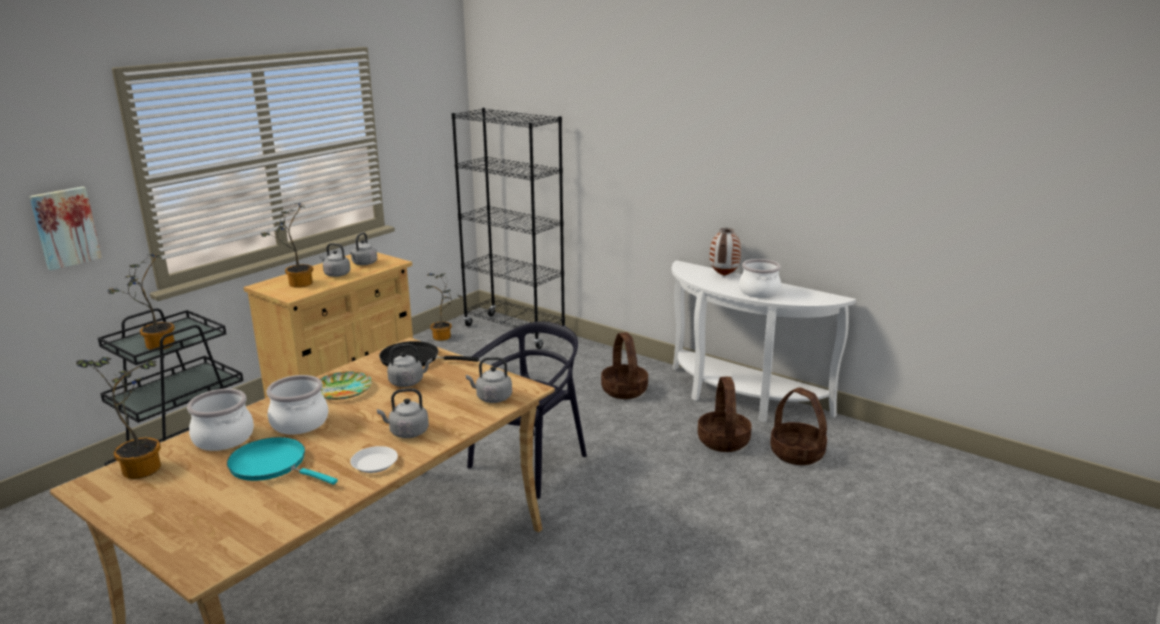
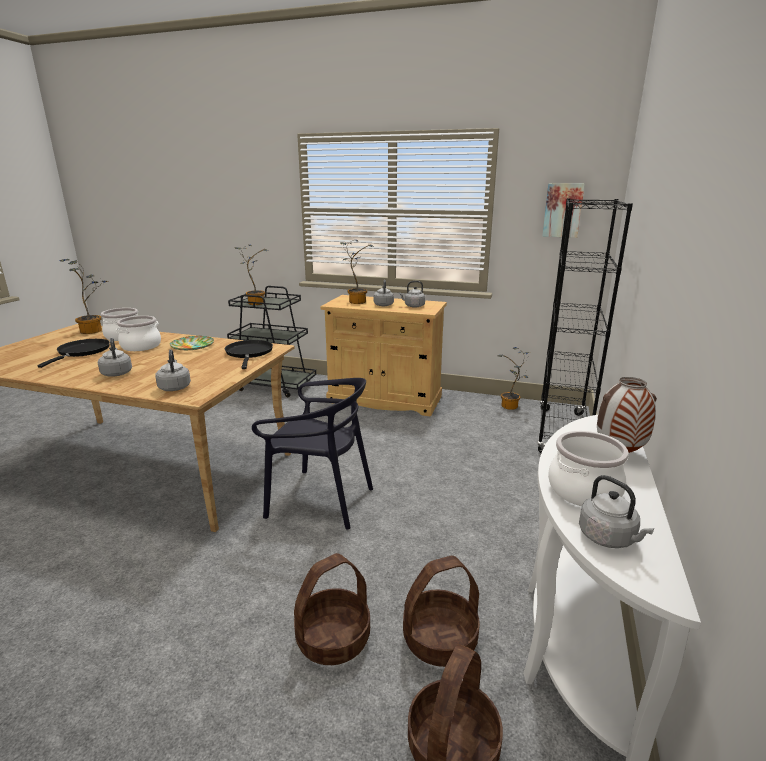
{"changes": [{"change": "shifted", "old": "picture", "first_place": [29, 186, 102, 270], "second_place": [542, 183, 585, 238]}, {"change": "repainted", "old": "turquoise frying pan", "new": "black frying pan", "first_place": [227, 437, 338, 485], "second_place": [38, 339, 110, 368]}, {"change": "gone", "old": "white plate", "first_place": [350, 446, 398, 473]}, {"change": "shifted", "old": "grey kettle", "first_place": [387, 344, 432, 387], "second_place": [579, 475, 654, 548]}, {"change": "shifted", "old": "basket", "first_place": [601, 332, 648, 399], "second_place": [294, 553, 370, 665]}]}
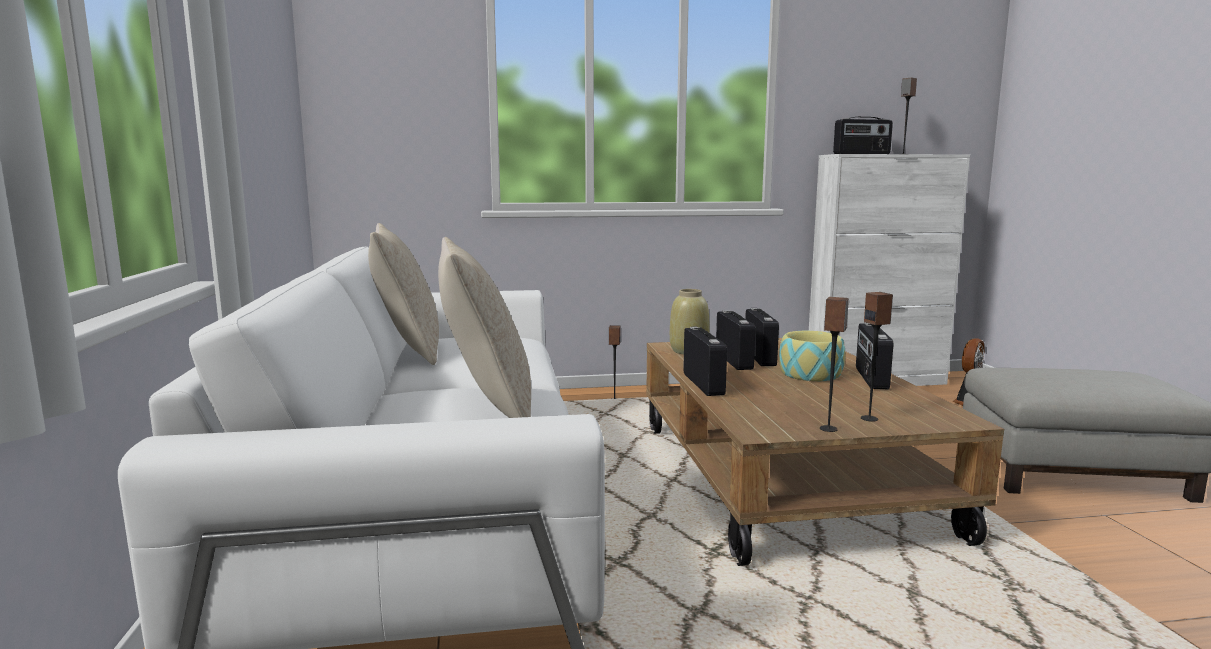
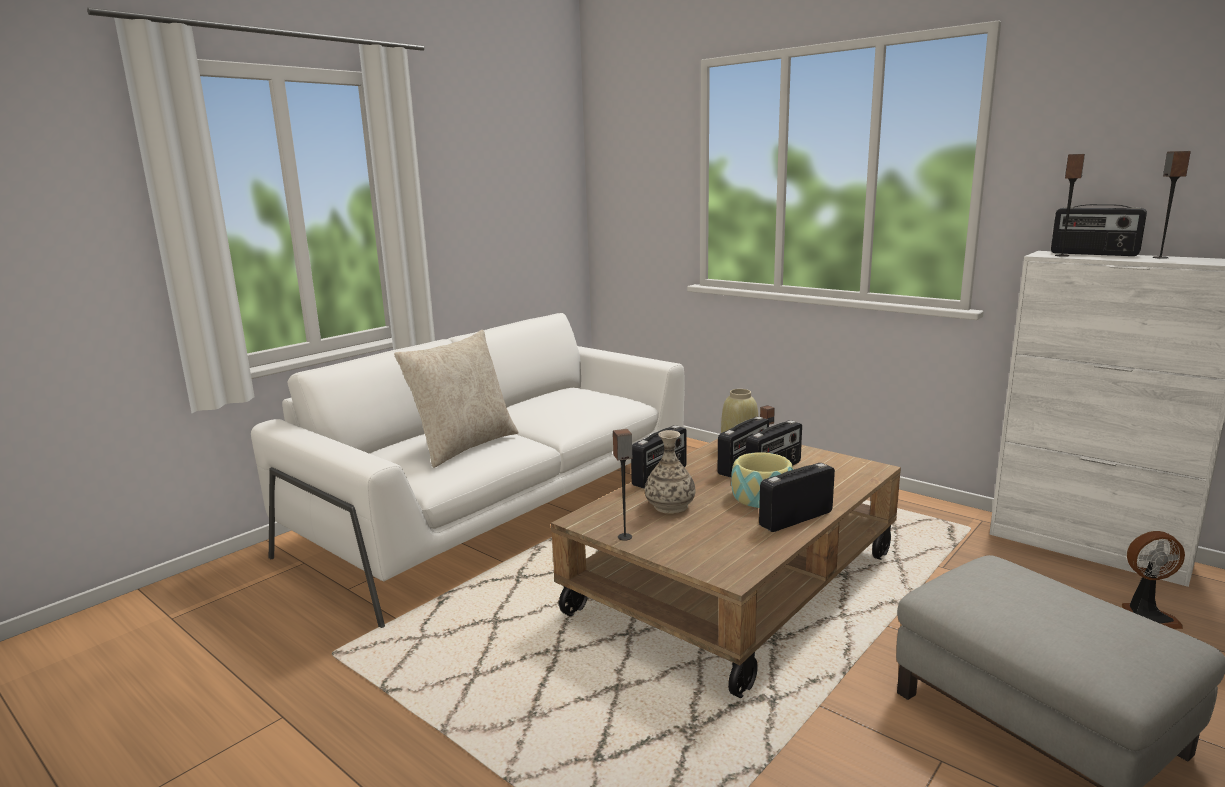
{"changes": [{"change": "gone", "old": "beige pillow", "first_place": [368, 223, 439, 365]}, {"change": "shifted", "old": "speaker", "first_place": [861, 292, 893, 422], "second_place": [1055, 154, 1085, 257]}, {"change": "new", "new": "vase", "second_place": [645, 430, 696, 514]}]}
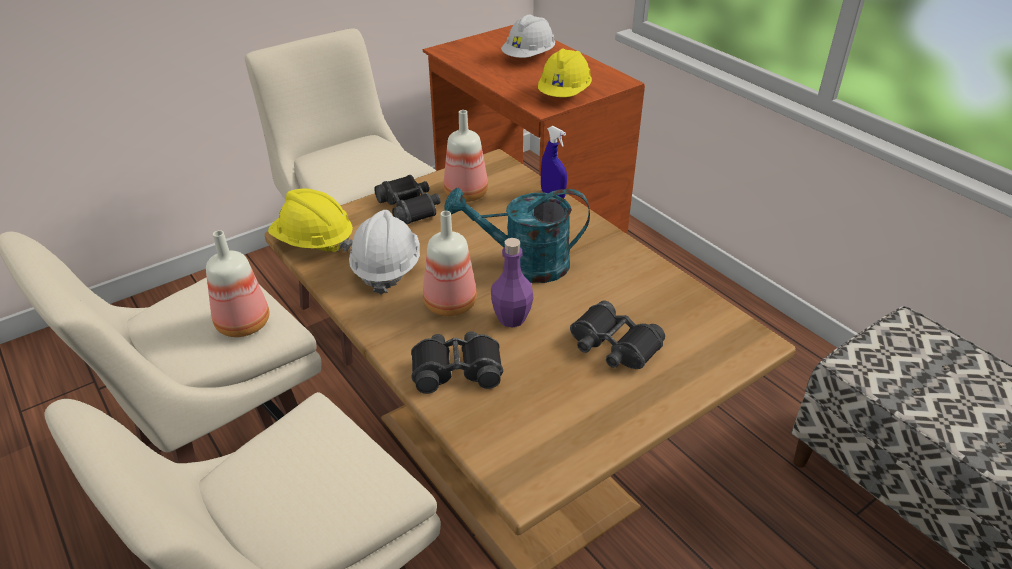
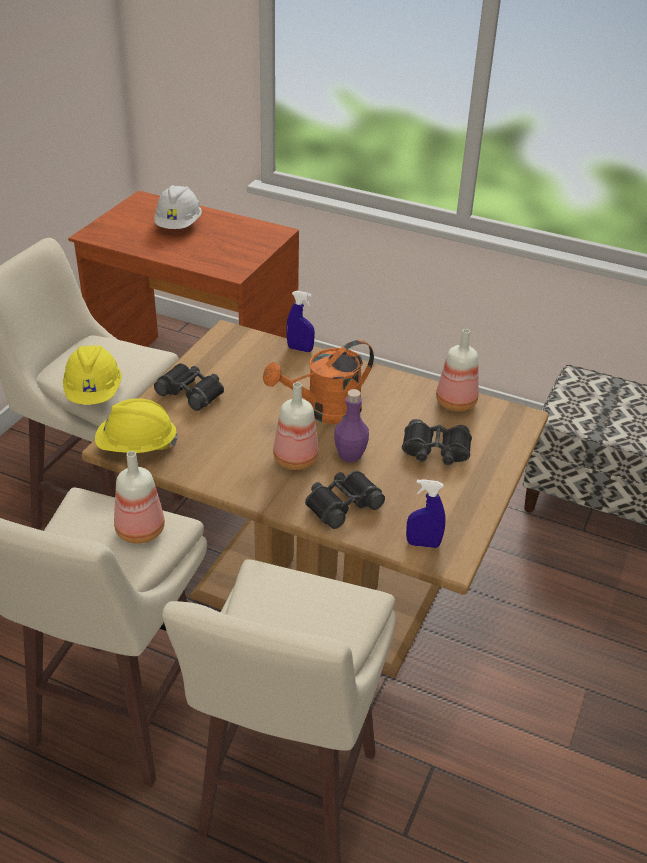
{"changes": [{"change": "gone", "old": "white hard hat", "first_place": [349, 210, 420, 295]}, {"change": "shifted", "old": "bottle", "first_place": [444, 110, 488, 202], "second_place": [436, 329, 479, 411]}, {"change": "repainted", "old": "turquoise watering can", "new": "orange watering can", "first_place": [444, 187, 590, 283], "second_place": [263, 340, 374, 424]}, {"change": "shifted", "old": "yellow hard hat", "first_place": [538, 49, 592, 97], "second_place": [63, 345, 122, 405]}, {"change": "new", "new": "blue spray bottle", "second_place": [406, 479, 446, 548]}]}
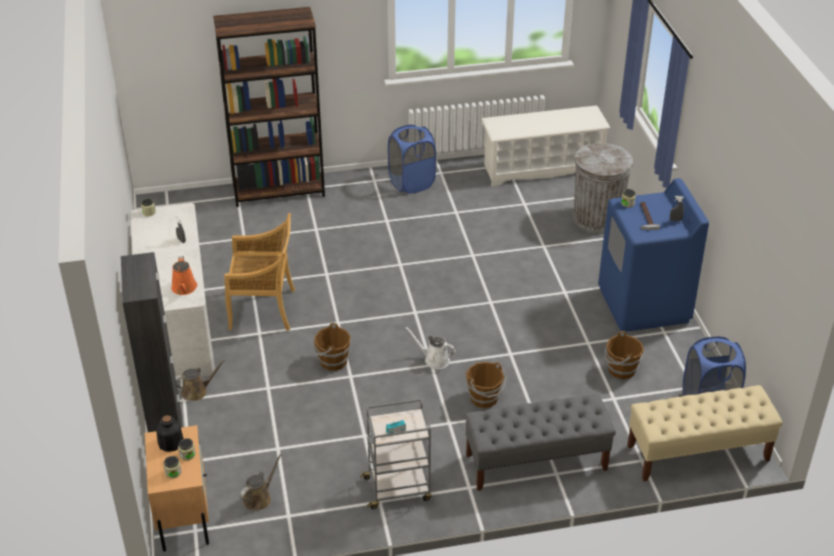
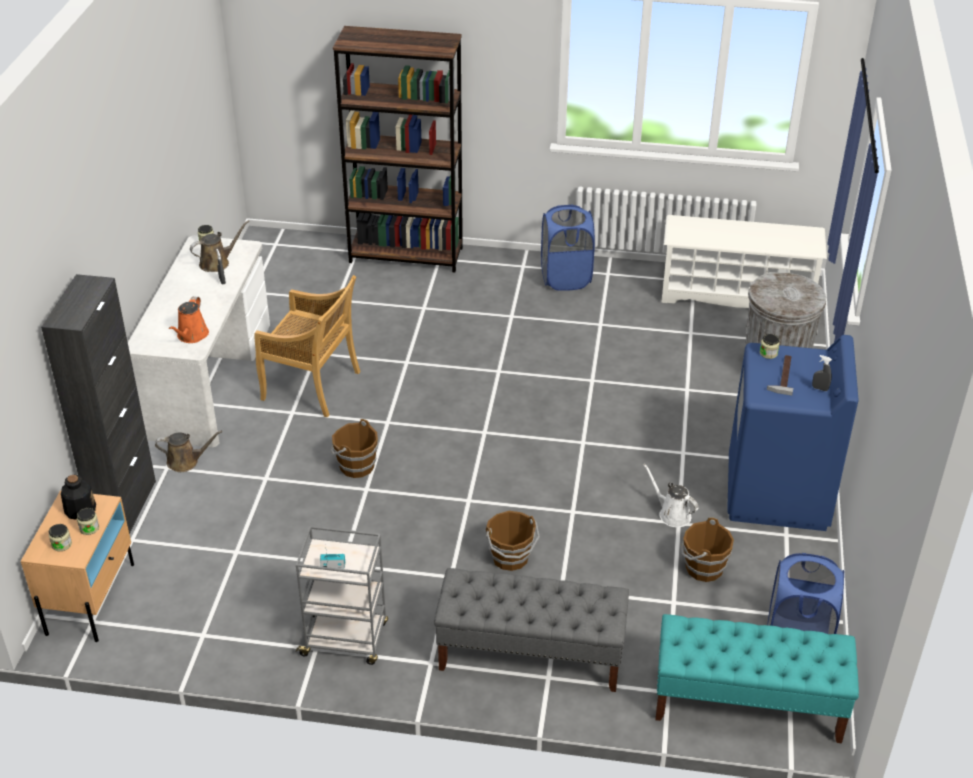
{"changes": [{"change": "shifted", "old": "brown watering can", "first_place": [239, 453, 282, 511], "second_place": [190, 221, 249, 272]}, {"change": "shifted", "old": "white watering can", "first_place": [406, 327, 456, 369], "second_place": [643, 463, 699, 527]}, {"change": "repainted", "old": "beige bench", "new": "turquoise bench", "first_place": [627, 385, 783, 481], "second_place": [655, 614, 859, 743]}]}
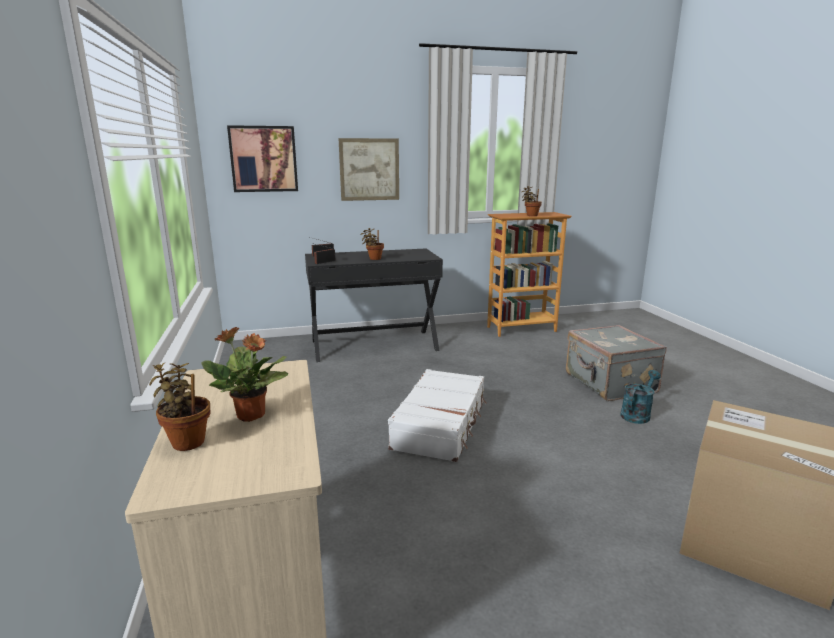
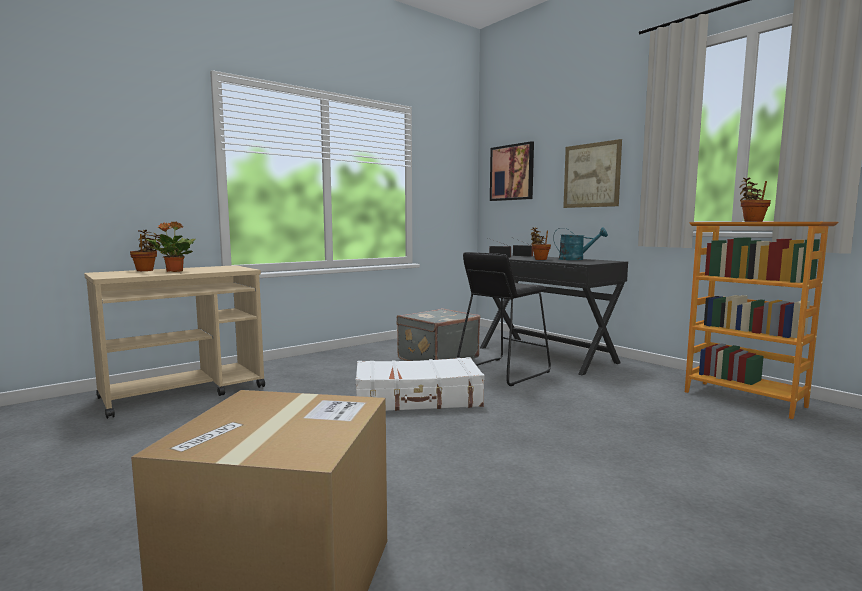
{"changes": [{"change": "shifted", "old": "grey suitcase", "first_place": [566, 325, 667, 401], "second_place": [397, 308, 480, 361]}, {"change": "shifted", "old": "turquoise watering can", "first_place": [620, 370, 661, 424], "second_place": [553, 228, 608, 260]}, {"change": "new", "new": "black stool", "second_place": [457, 252, 551, 386]}]}
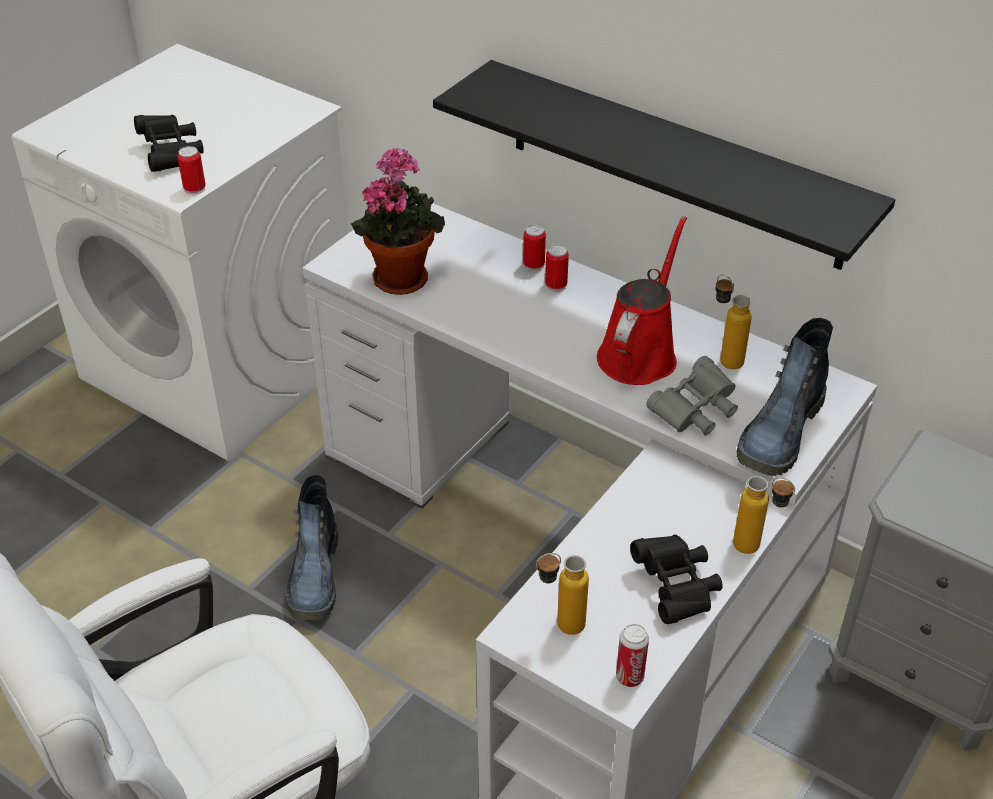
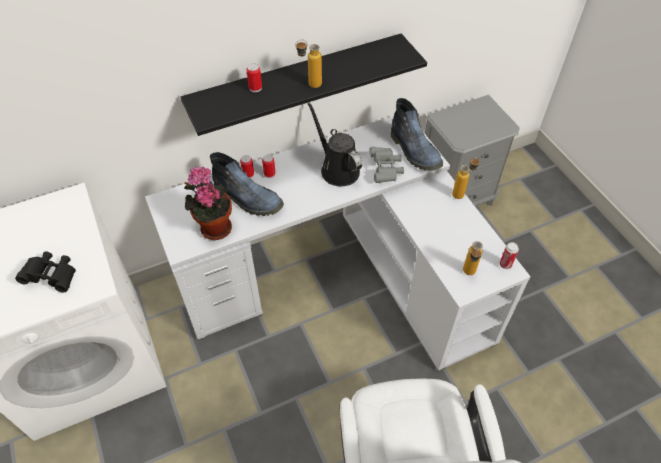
{"changes": [{"change": "shifted", "old": "can", "first_place": [177, 146, 206, 195], "second_place": [247, 63, 262, 92]}, {"change": "shifted", "old": "boot", "first_place": [286, 475, 338, 620], "second_place": [210, 152, 284, 216]}, {"change": "repainted", "old": "red watering can", "new": "black watering can", "first_place": [597, 216, 687, 385], "second_place": [307, 102, 362, 186]}, {"change": "gone", "old": "black binoculars", "first_place": [630, 535, 723, 624]}, {"change": "shifted", "old": "bottle", "first_place": [716, 274, 752, 369], "second_place": [295, 40, 322, 88]}]}
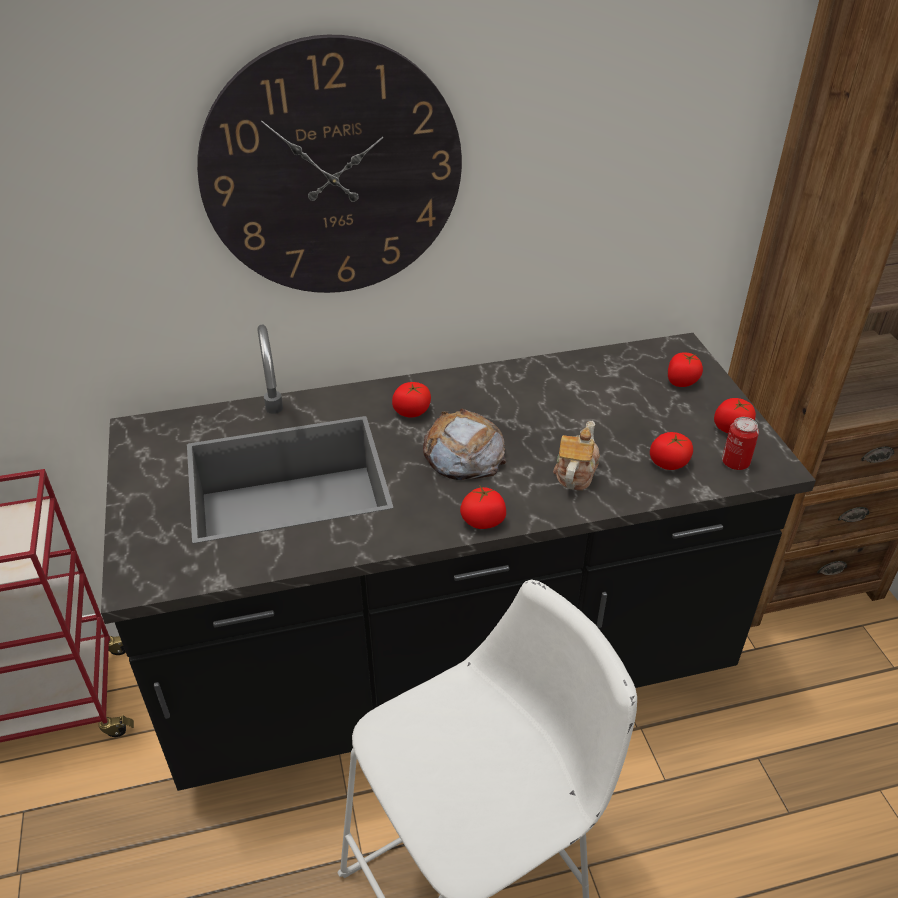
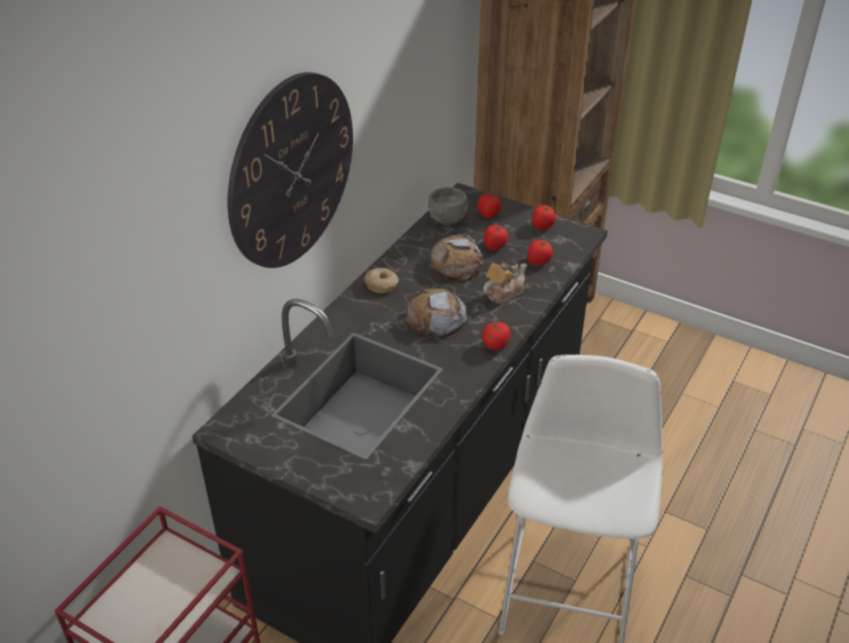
{"changes": [{"change": "shifted", "old": "tomato", "first_place": [392, 382, 431, 418], "second_place": [484, 225, 508, 250]}, {"change": "rotated", "old": "teapot", "first_place": [553, 421, 600, 490], "second_place": [483, 263, 527, 304], "degrees": 75}, {"change": "gone", "old": "can", "first_place": [722, 417, 759, 470]}, {"change": "new", "new": "donut", "second_place": [364, 268, 399, 293]}, {"change": "new", "new": "grey bowl", "second_place": [428, 187, 469, 225]}, {"change": "new", "new": "bread", "second_place": [429, 234, 483, 281]}]}
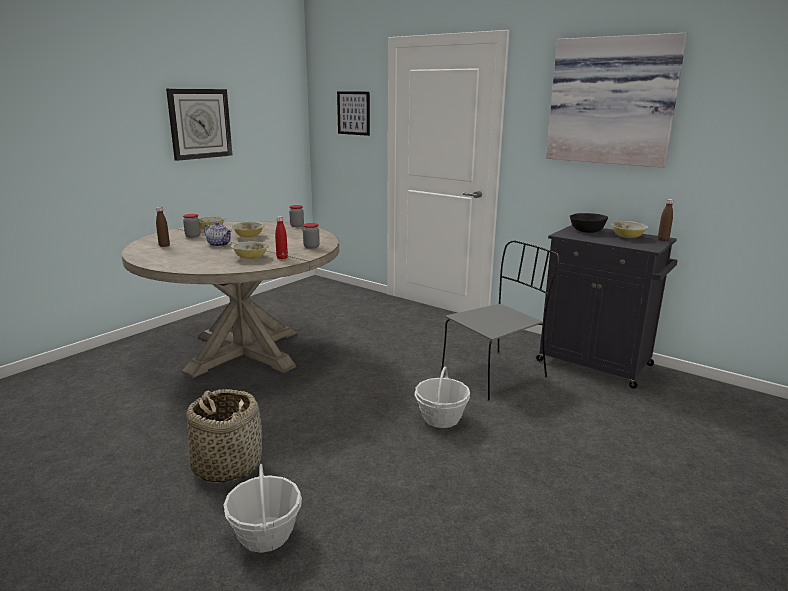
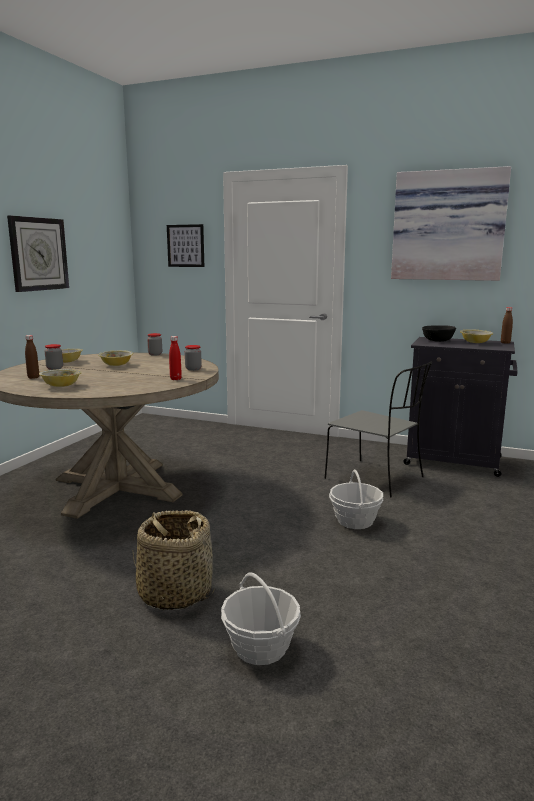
{"changes": [{"change": "gone", "old": "teapot", "first_place": [204, 222, 232, 247]}, {"change": "shifted", "old": "bowl", "first_place": [231, 242, 269, 259], "second_place": [39, 369, 82, 387]}, {"change": "rotated", "old": "grey chair", "first_place": [441, 240, 559, 400], "second_place": [324, 361, 432, 497], "degrees": 90}]}
